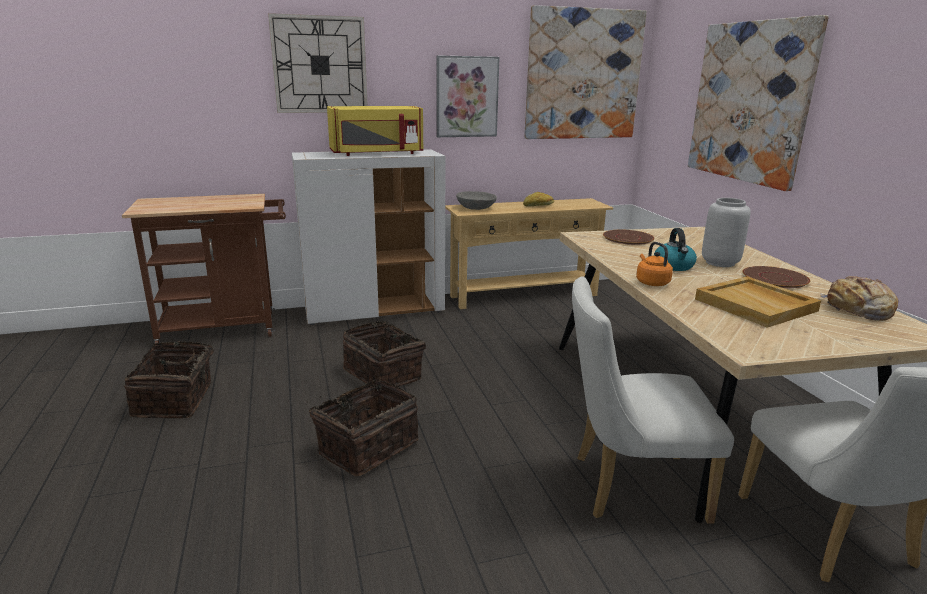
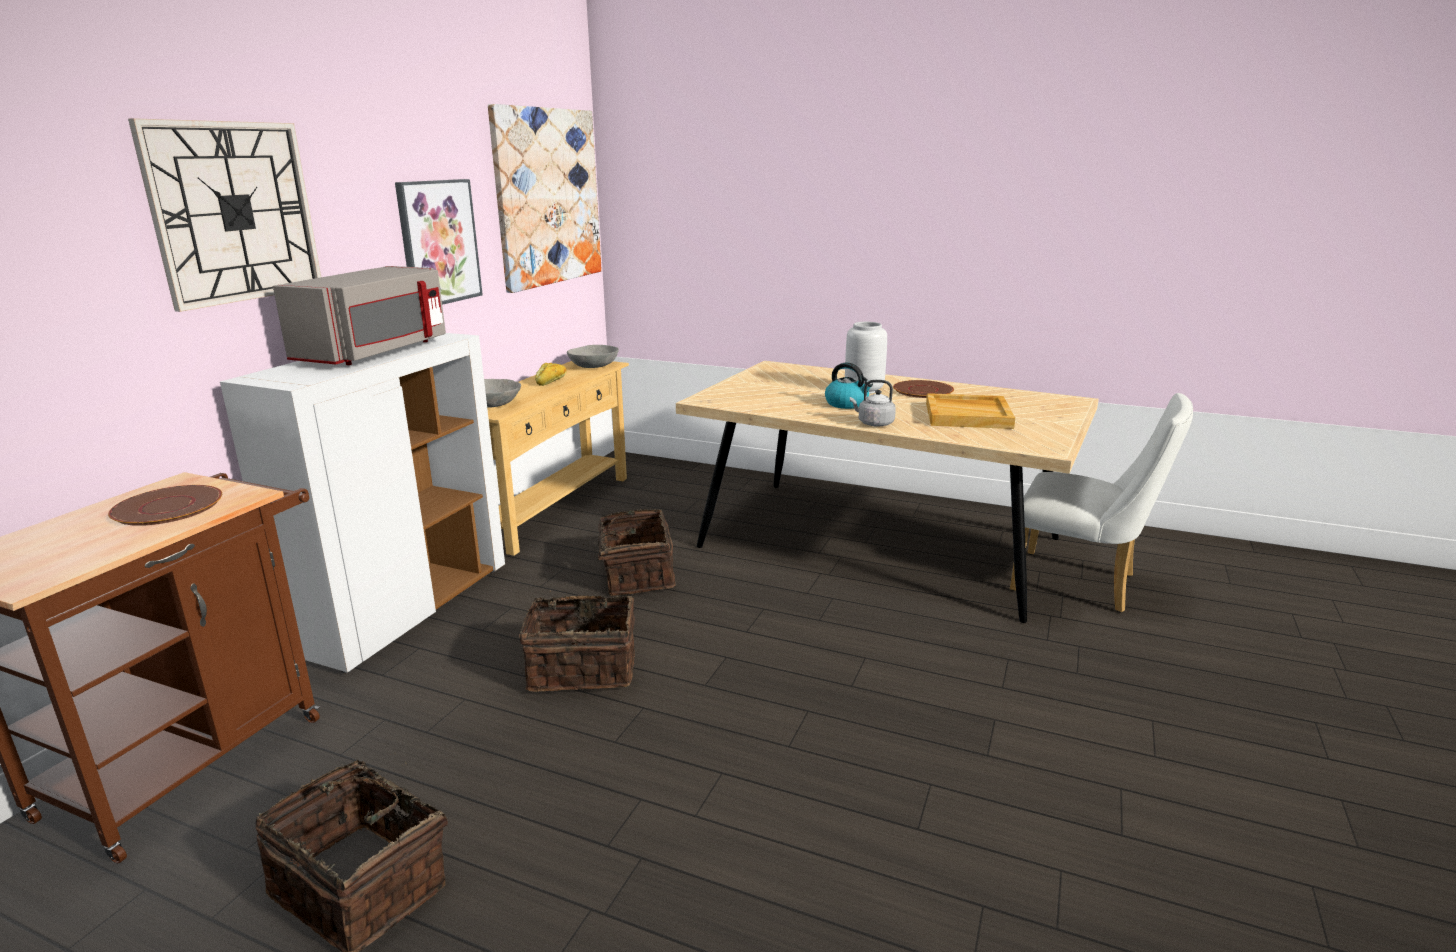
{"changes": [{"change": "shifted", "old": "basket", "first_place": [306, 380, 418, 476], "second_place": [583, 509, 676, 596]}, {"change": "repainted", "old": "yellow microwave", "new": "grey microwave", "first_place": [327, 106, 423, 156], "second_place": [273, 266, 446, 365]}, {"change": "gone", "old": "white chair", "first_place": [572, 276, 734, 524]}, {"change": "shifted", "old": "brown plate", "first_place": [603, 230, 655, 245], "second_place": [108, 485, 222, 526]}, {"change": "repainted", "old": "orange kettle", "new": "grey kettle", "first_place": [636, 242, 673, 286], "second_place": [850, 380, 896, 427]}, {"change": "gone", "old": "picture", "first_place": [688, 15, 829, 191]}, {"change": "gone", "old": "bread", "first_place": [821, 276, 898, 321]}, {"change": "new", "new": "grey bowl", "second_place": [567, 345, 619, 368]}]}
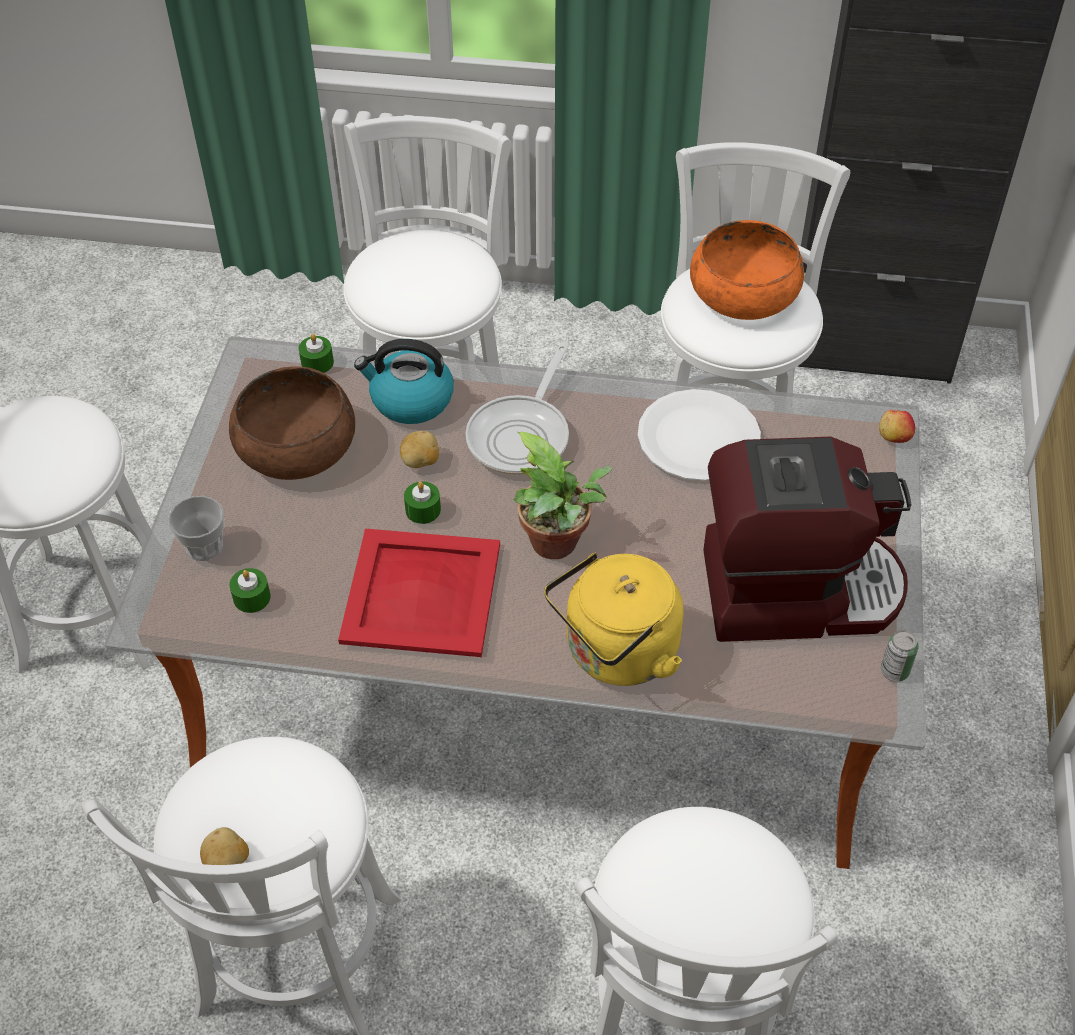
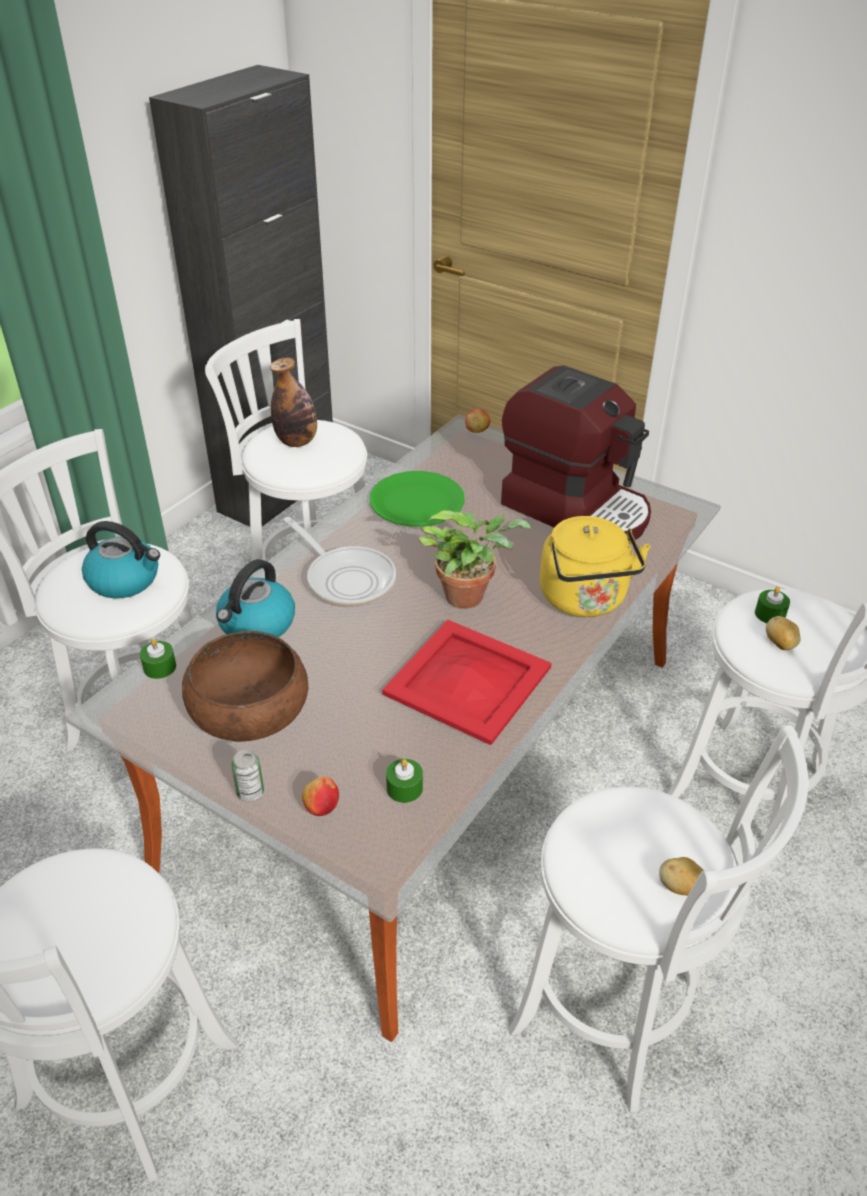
{"changes": [{"change": "swapped", "old": "cup", "new": "apple", "first_place": [168, 496, 224, 561], "second_place": [302, 777, 339, 816]}, {"change": "shifted", "old": "potato", "first_place": [400, 431, 439, 468], "second_place": [766, 616, 801, 650]}, {"change": "shifted", "old": "green candle", "first_place": [404, 481, 441, 524], "second_place": [755, 586, 790, 623]}, {"change": "repainted", "old": "white plate", "new": "green plate", "first_place": [638, 389, 761, 481], "second_place": [370, 471, 465, 527]}, {"change": "swapped", "old": "orange bowl", "new": "bottle", "first_place": [690, 220, 804, 320], "second_place": [270, 357, 317, 447]}, {"change": "rotated", "old": "coffee machine", "first_place": [703, 437, 912, 642], "second_place": [501, 365, 651, 541], "degrees": 105}, {"change": "shifted", "old": "can", "first_place": [881, 630, 918, 682], "second_place": [231, 750, 264, 801]}, {"change": "new", "new": "kettle", "second_place": [82, 521, 160, 599]}]}
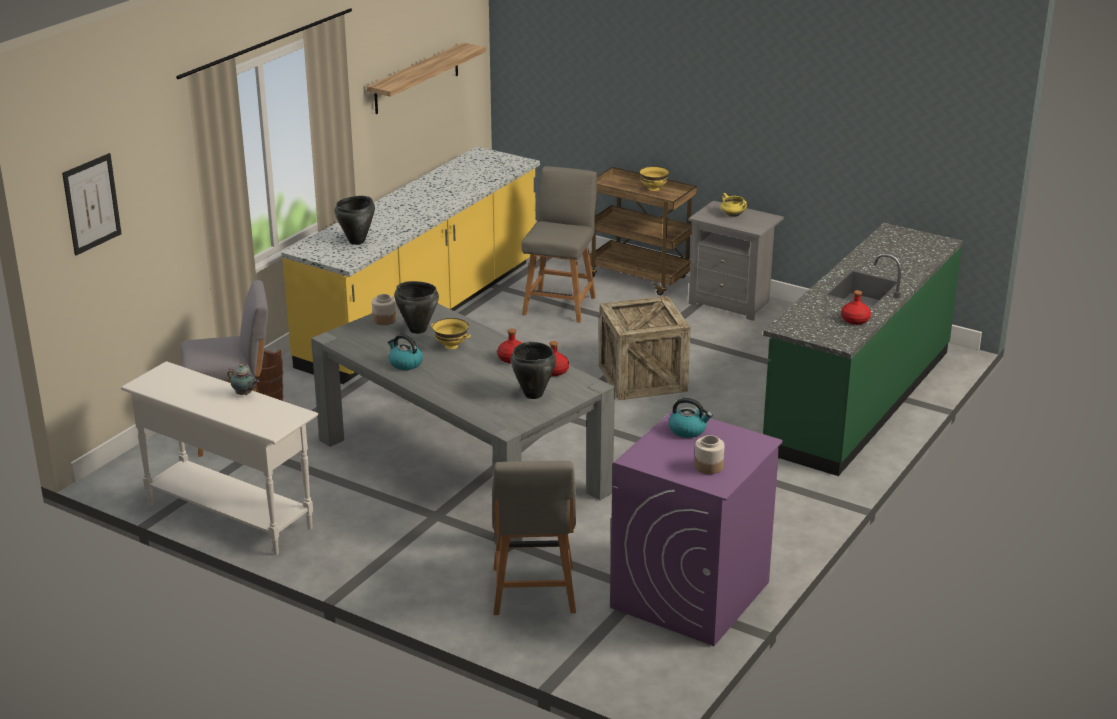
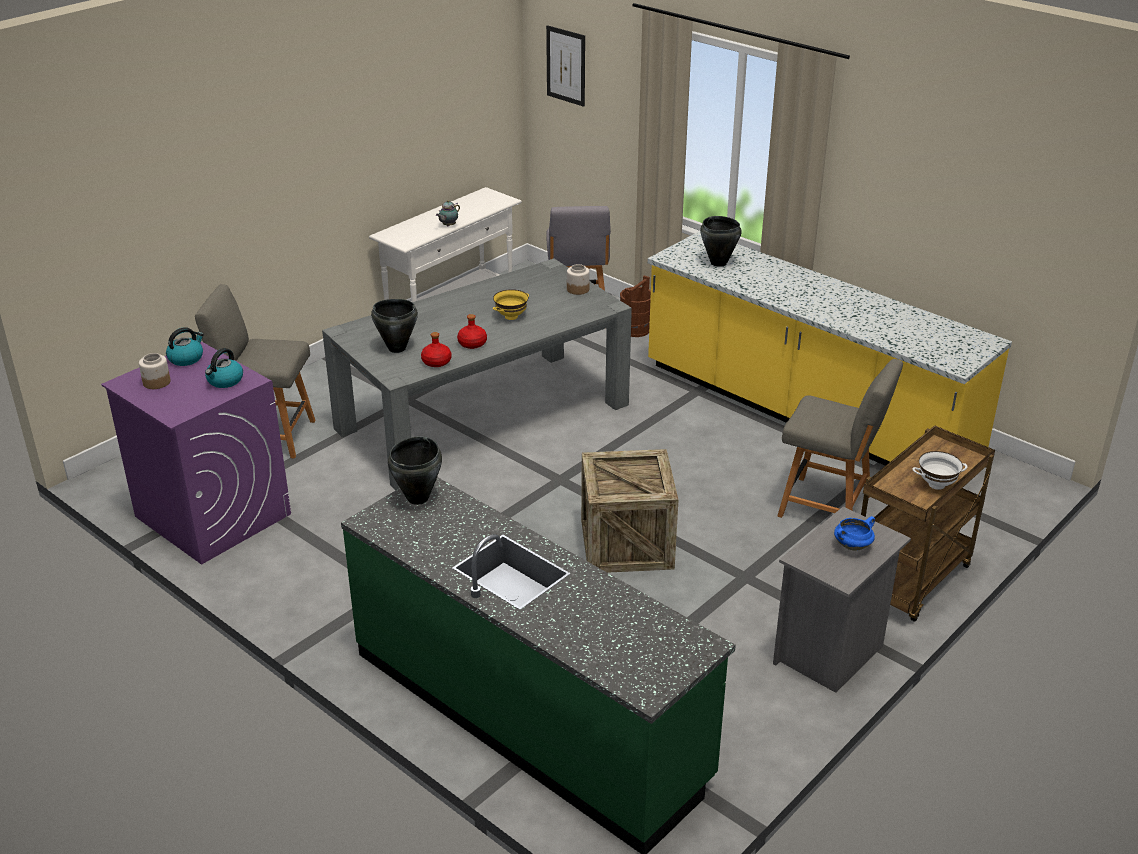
{"changes": [{"change": "gone", "old": "shelf", "first_place": [366, 43, 486, 114]}, {"change": "shifted", "old": "kettle", "first_place": [388, 334, 423, 370], "second_place": [166, 327, 204, 366]}, {"change": "shifted", "old": "black cooking pot", "first_place": [394, 281, 439, 334], "second_place": [388, 436, 442, 505]}, {"change": "repainted", "old": "yellow bowl", "new": "white bowl", "first_place": [640, 166, 669, 191], "second_place": [912, 451, 968, 490]}, {"change": "repainted", "old": "yellow cooking pot", "new": "blue cooking pot", "first_place": [720, 193, 747, 217], "second_place": [834, 516, 875, 551]}, {"change": "gone", "old": "red bottle", "first_place": [841, 290, 871, 325]}]}
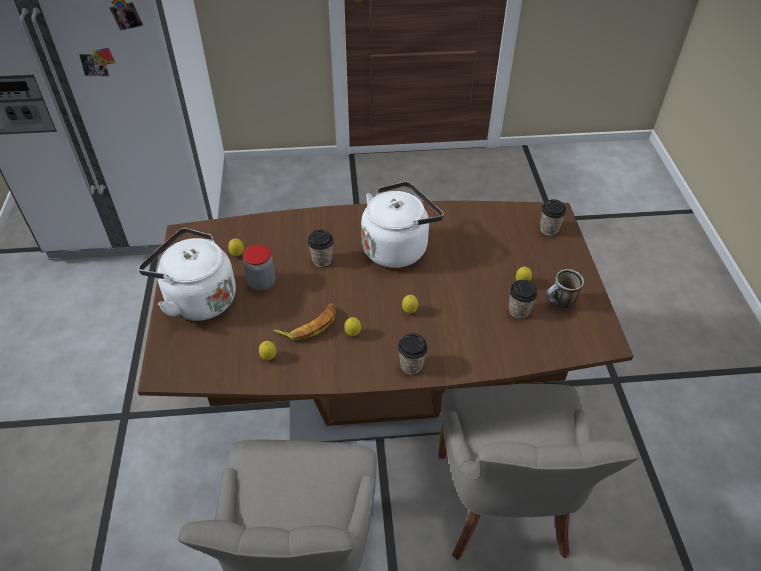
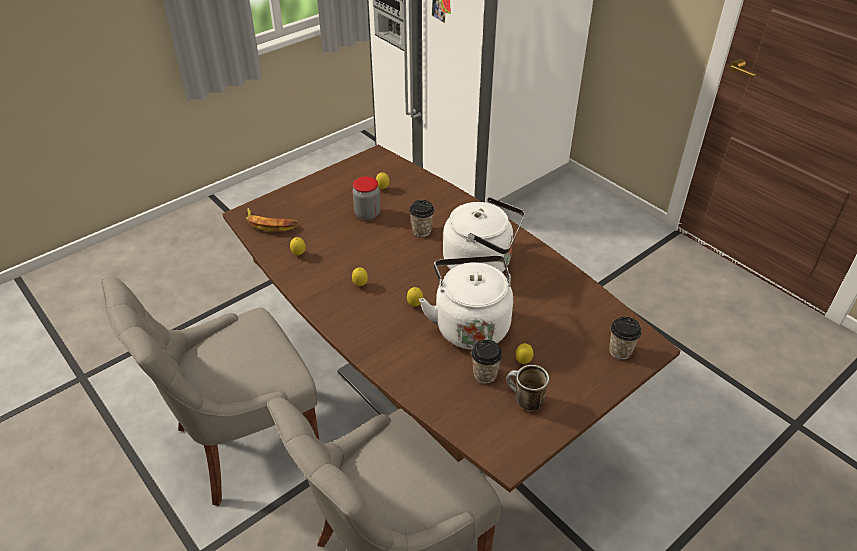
{"changes": [{"change": "shifted", "old": "white kettle", "first_place": [138, 228, 236, 321], "second_place": [419, 255, 513, 350]}, {"change": "shifted", "old": "banana", "first_place": [273, 303, 337, 340], "second_place": [246, 208, 298, 232]}, {"change": "gone", "old": "cup", "first_place": [398, 333, 428, 374]}]}
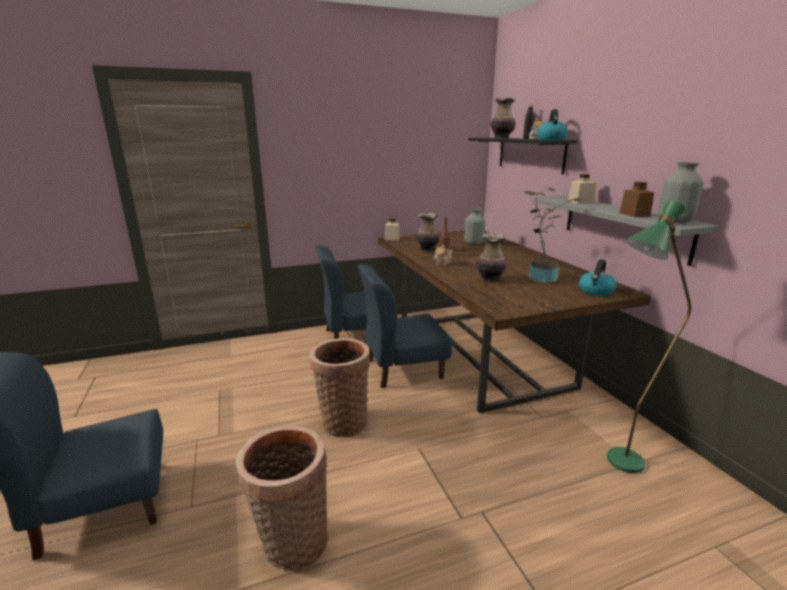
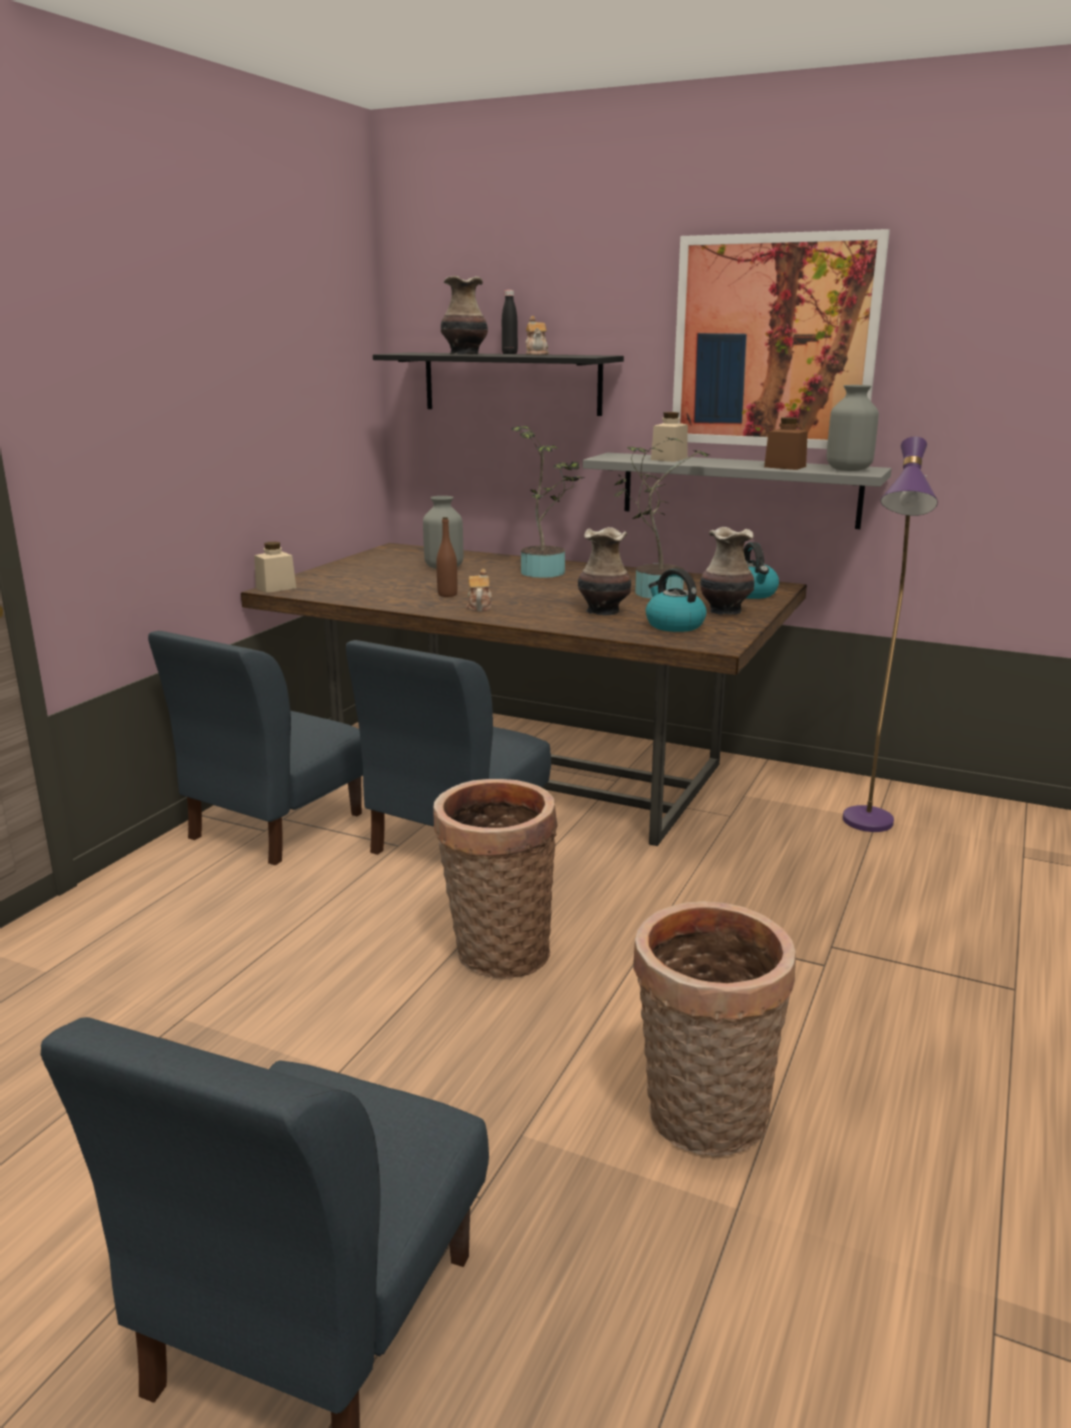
{"changes": [{"change": "shifted", "old": "vase", "first_place": [416, 213, 440, 252], "second_place": [700, 527, 755, 615]}, {"change": "shifted", "old": "kettle", "first_place": [537, 109, 568, 140], "second_place": [646, 568, 707, 632]}, {"change": "repainted", "old": "green floor lamp", "new": "purple floor lamp", "first_place": [607, 201, 692, 473], "second_place": [843, 437, 938, 832]}, {"change": "new", "new": "potted plant", "second_place": [511, 426, 584, 578]}, {"change": "new", "new": "picture", "second_place": [673, 229, 890, 449]}]}
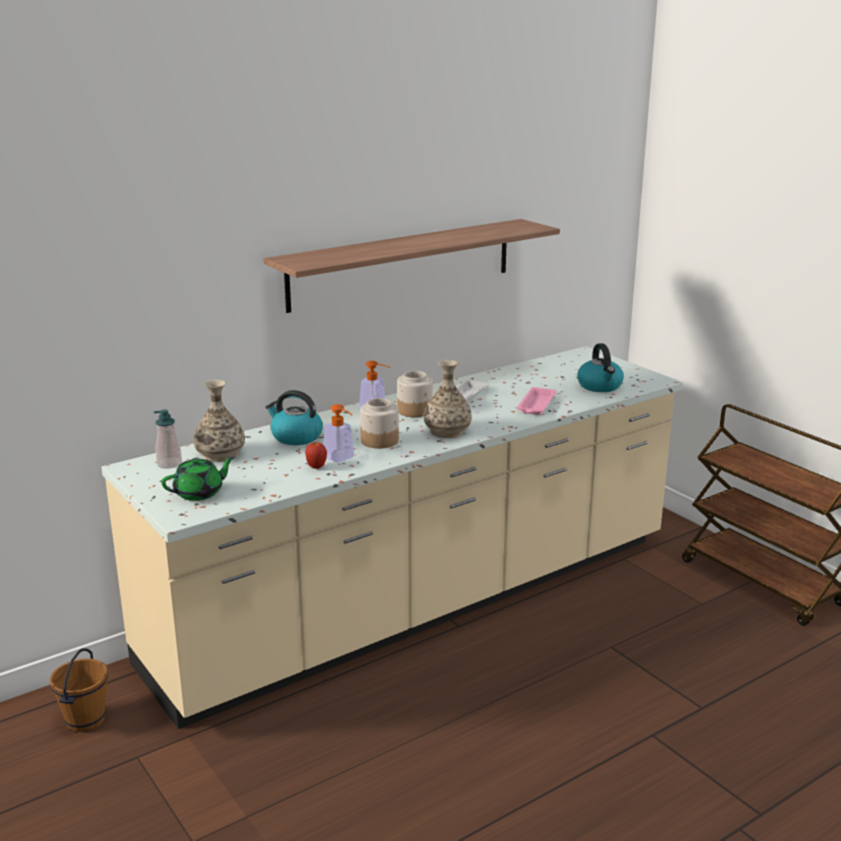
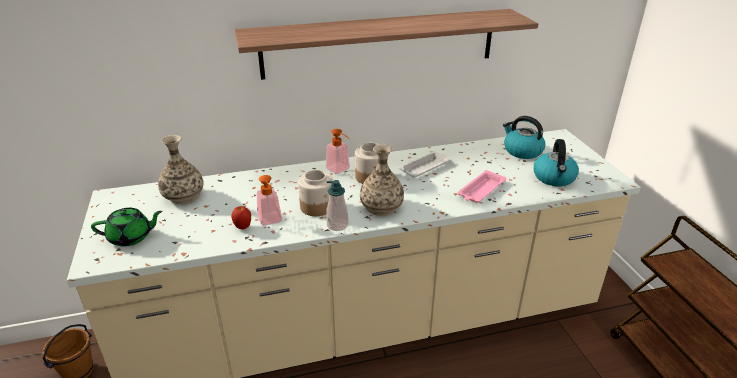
{"changes": [{"change": "shifted", "old": "soap dispenser", "first_place": [154, 409, 182, 469], "second_place": [326, 180, 349, 231]}, {"change": "shifted", "old": "kettle", "first_place": [265, 390, 323, 445], "second_place": [503, 116, 545, 159]}]}
